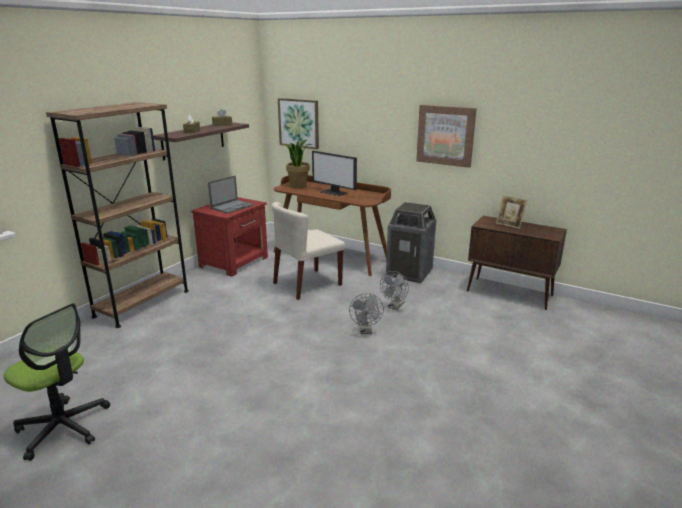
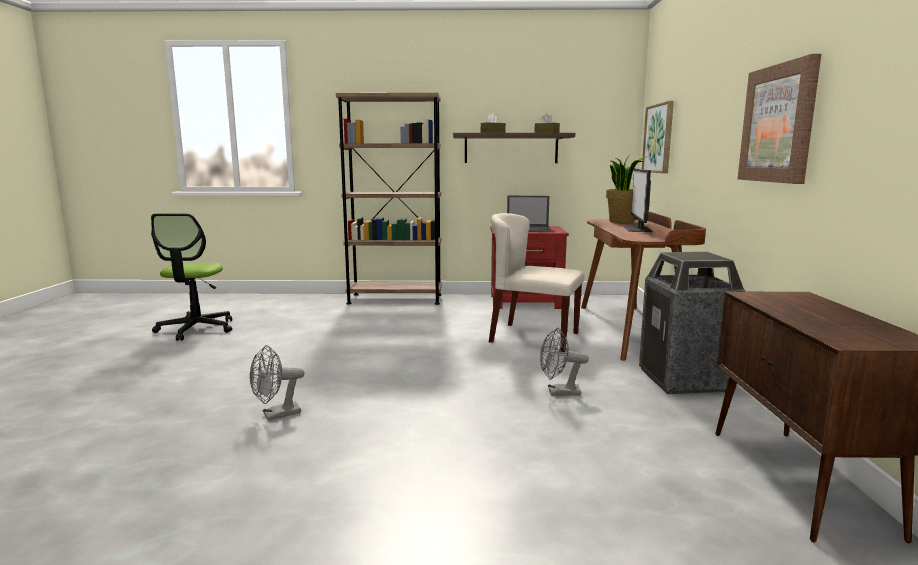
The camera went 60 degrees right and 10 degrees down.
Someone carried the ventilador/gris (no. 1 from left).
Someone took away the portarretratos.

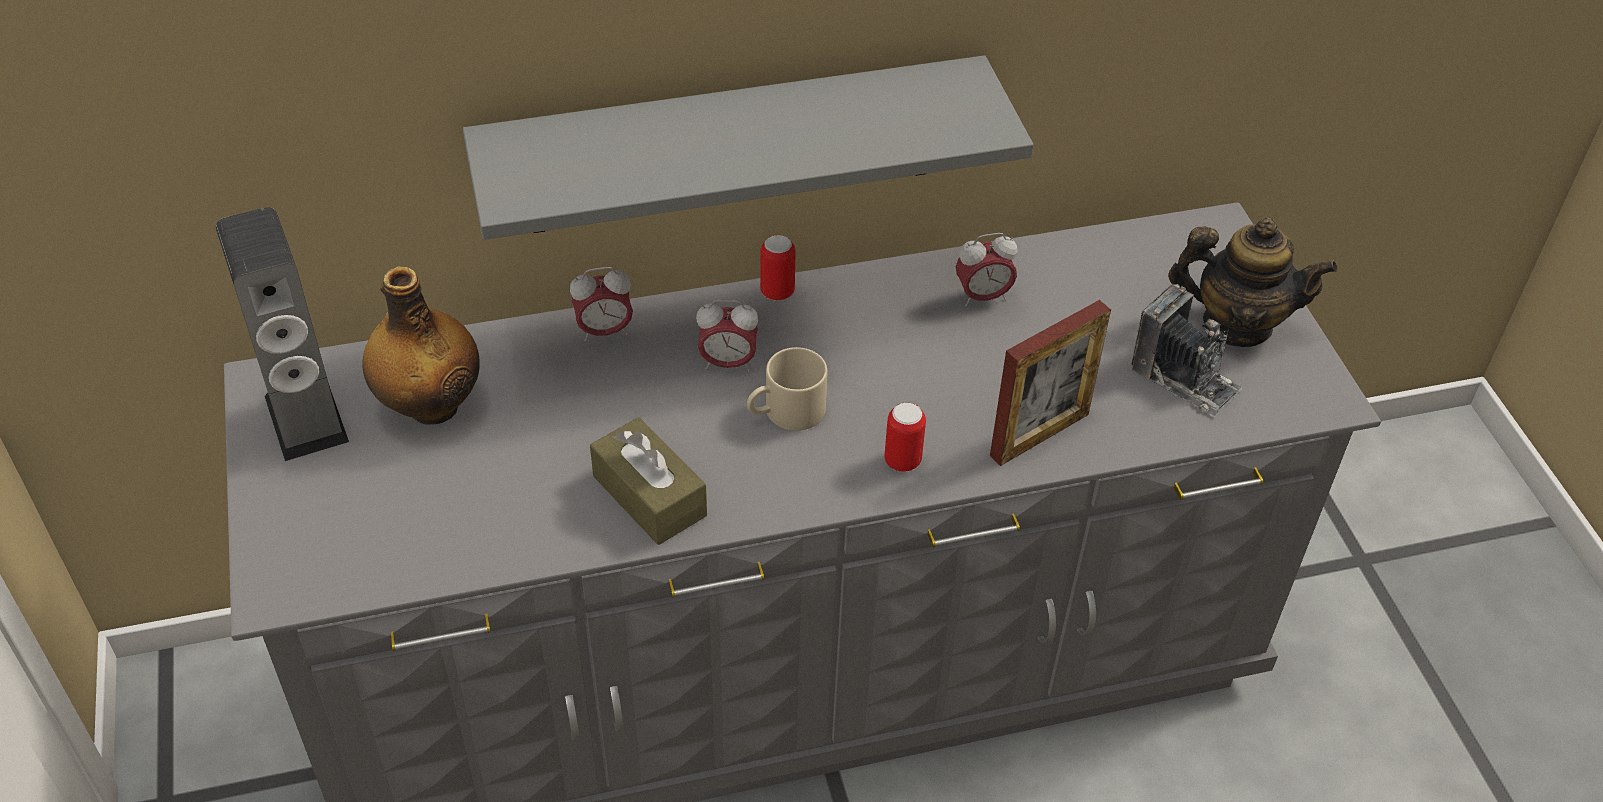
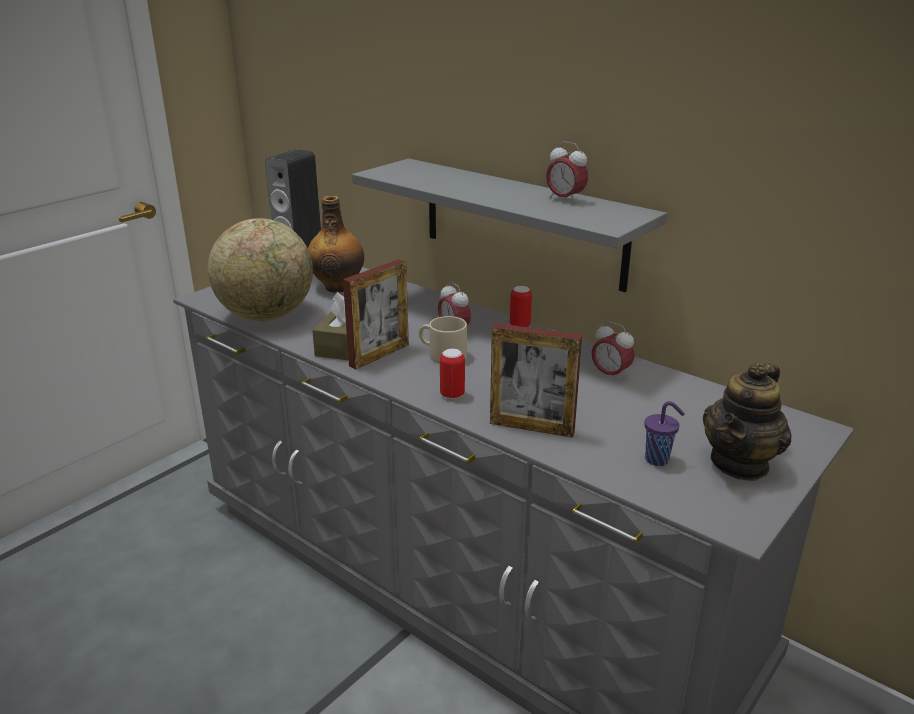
The camera went 55 degrees right and 20 degrees down.
Someone put down the globo terráqueo.
Someone put down the portarretratos (no. 1 from left).
Someone carried the despertador (no. 1 from left in the first image).
Someone swapped the cámara for the taza/morado.
Someone rotated the tetera by 60 degrees clockwise.

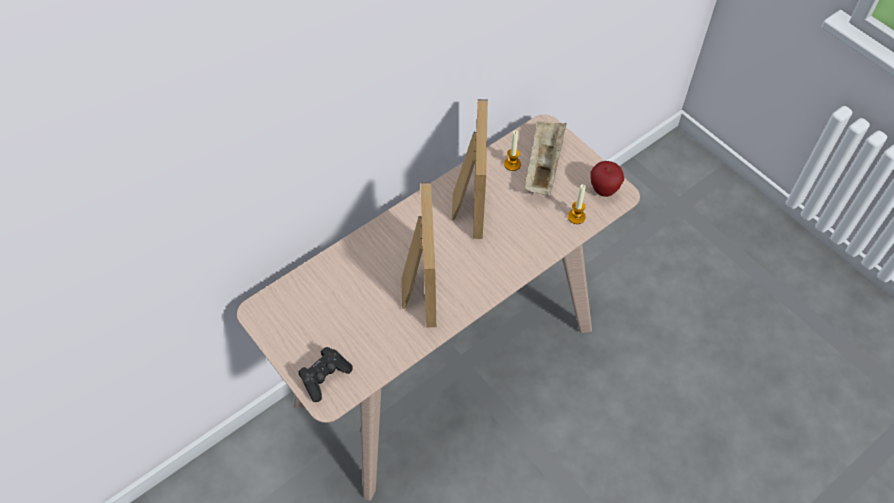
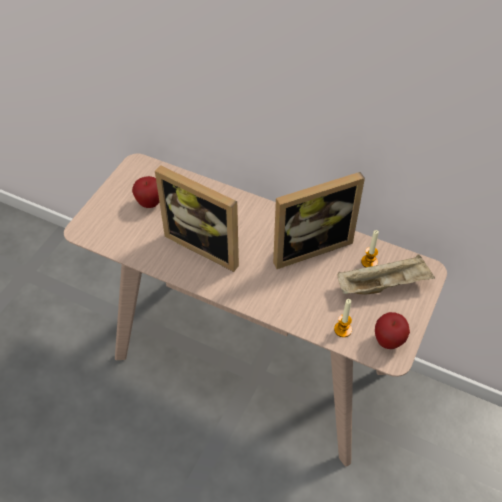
The camera went 65 degrees right and 5 degrees down.
Someone put down the manzana (no. 1 from left).
Someone rotated the portarretratos (no. 1 from left) by 60 degrees clockwise.
Someone took away the mando de consola/negro.

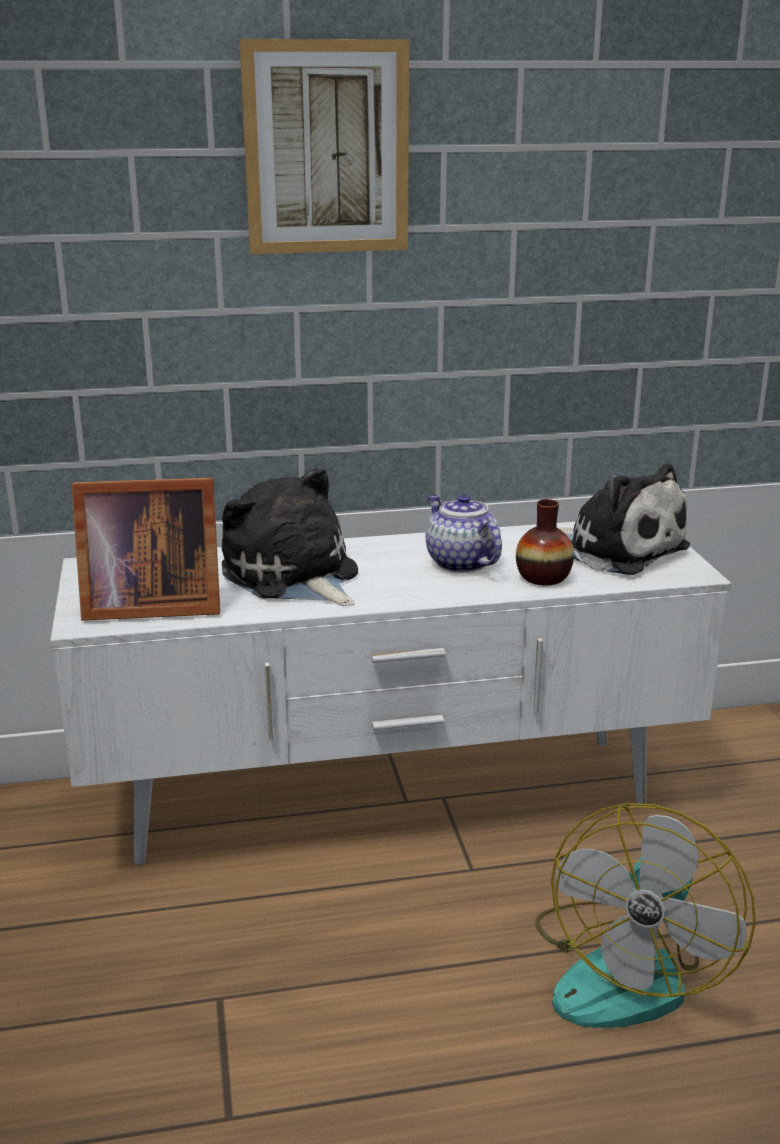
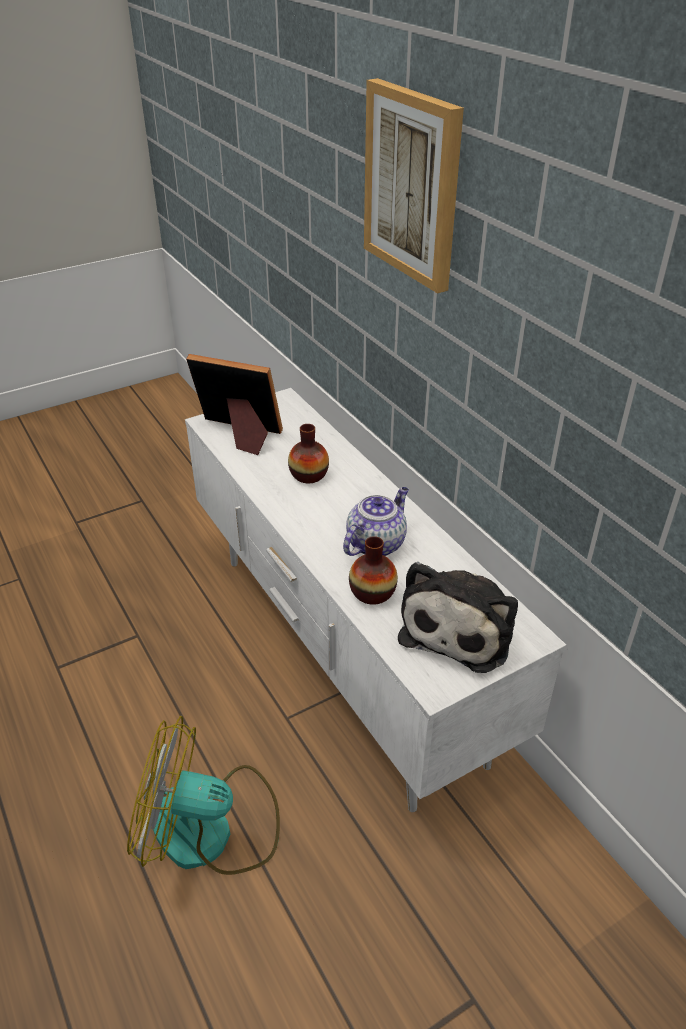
The camera went 70 degrees right and 15 degrees up.
Someone rotated the portarretratos by 135 degrees clockwise.
Someone swapped the peluche (no. 1 from left) for the florero (no. 1 from left).

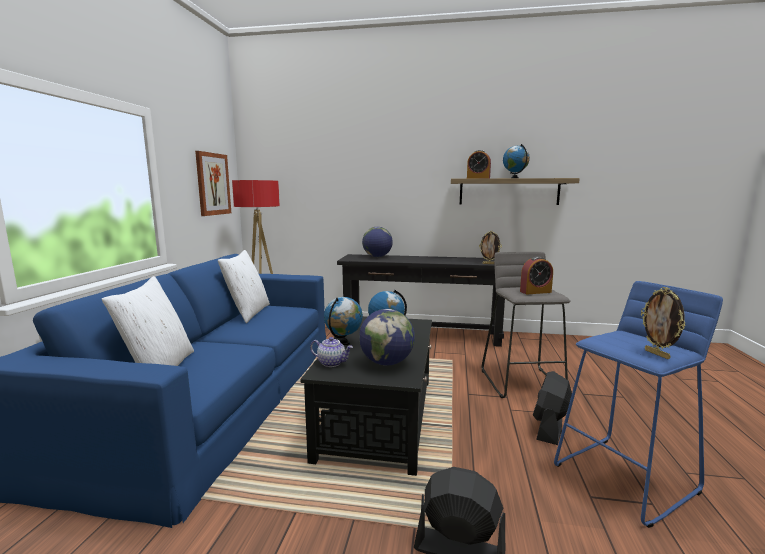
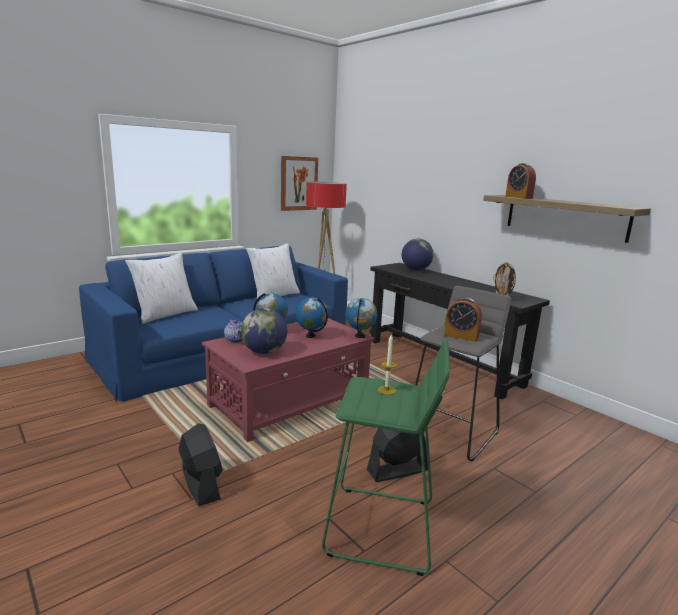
The camera went 40 degrees right and 5 degrees up.
Someone repainted the mesa de centro/negro, which became the mesa de centro/rojo.
Someone repainted the taburete/azul, which became the taburete/verde.
Someone carried the globo terráqueo (no. 5 from left in the first image).
Someone put down the vela.
Someone took away the portarretratos (no. 2 from left).

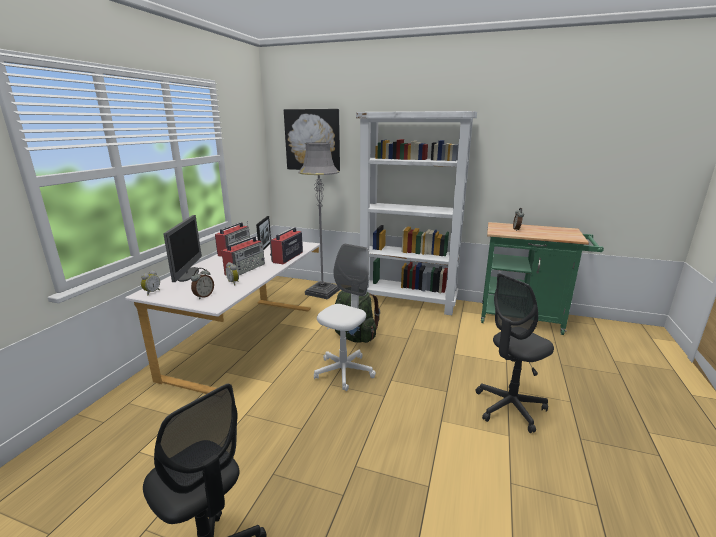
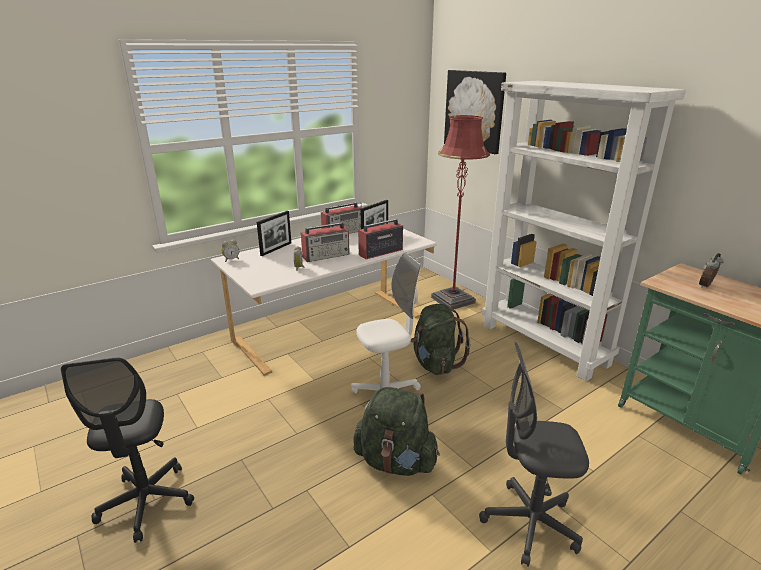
The camera went 35 degrees right and 5 degrees up.
Someone swapped the monitor for the portarretratos (no. 1 from left).
Someone put down the mochila/verde (no. 1 from left).
Someone repainted the lámpara de pie/gris, which became the lámpara de pie/rojo.
Someone took away the despertador (no. 2 from left).

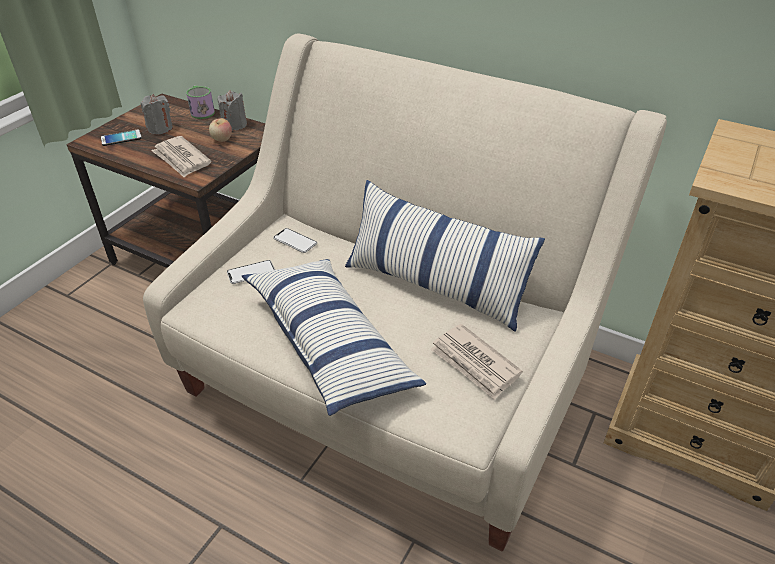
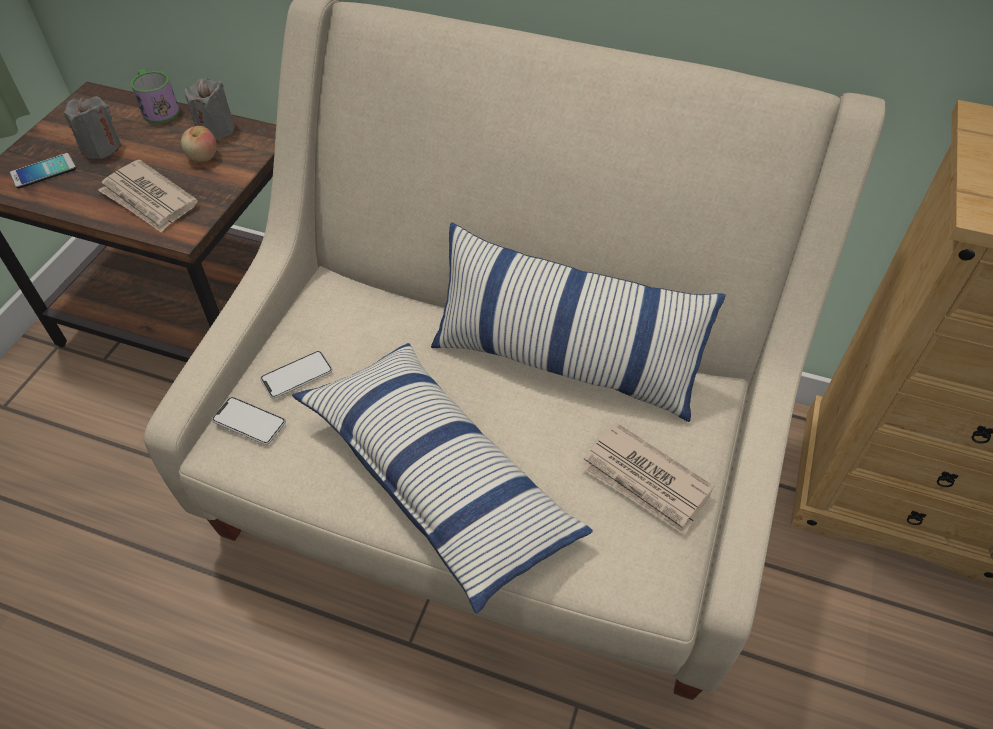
The camera went 10 degrees left and 10 degrees up.
Someone carried the móvil (no. 3 from left in the first image).

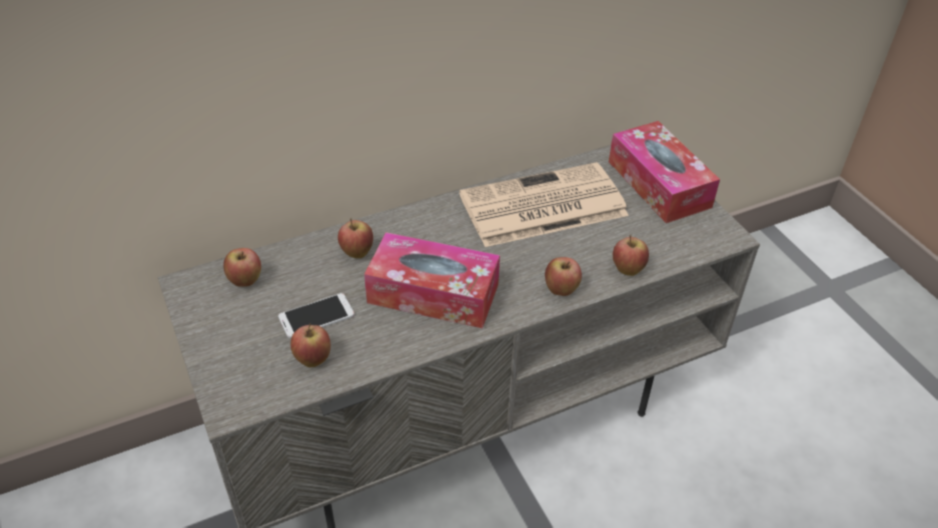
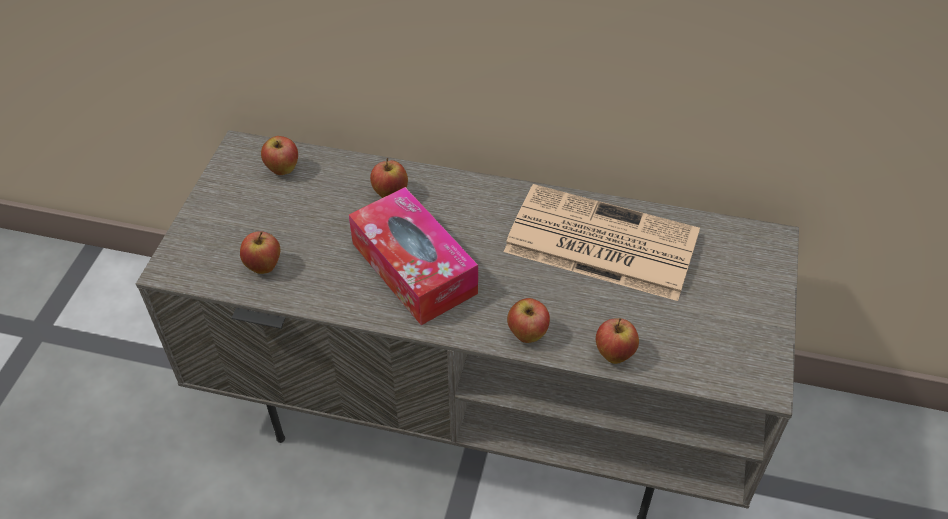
The camera went 40 degrees right and 5 degrees up.
Someone took away the móvil.
Someone took away the caja de pañuelos (no. 2 from left).

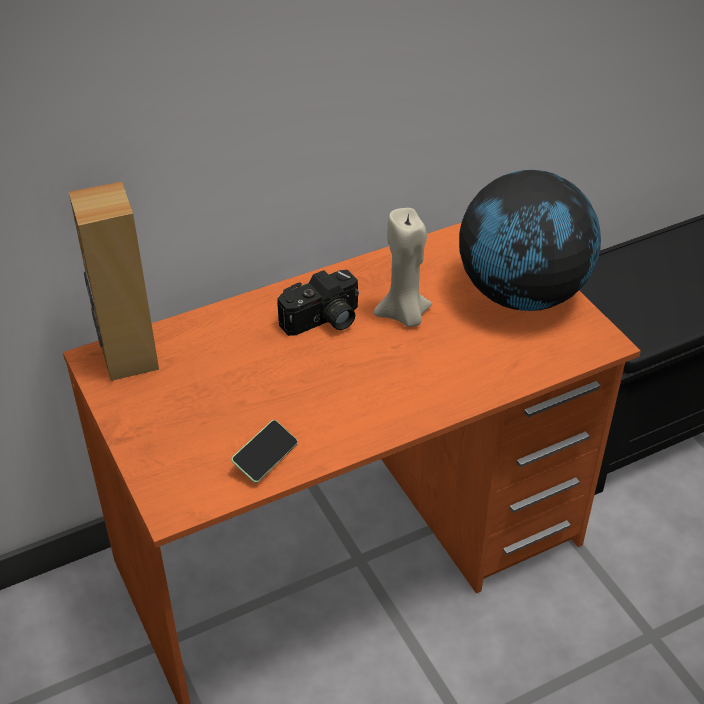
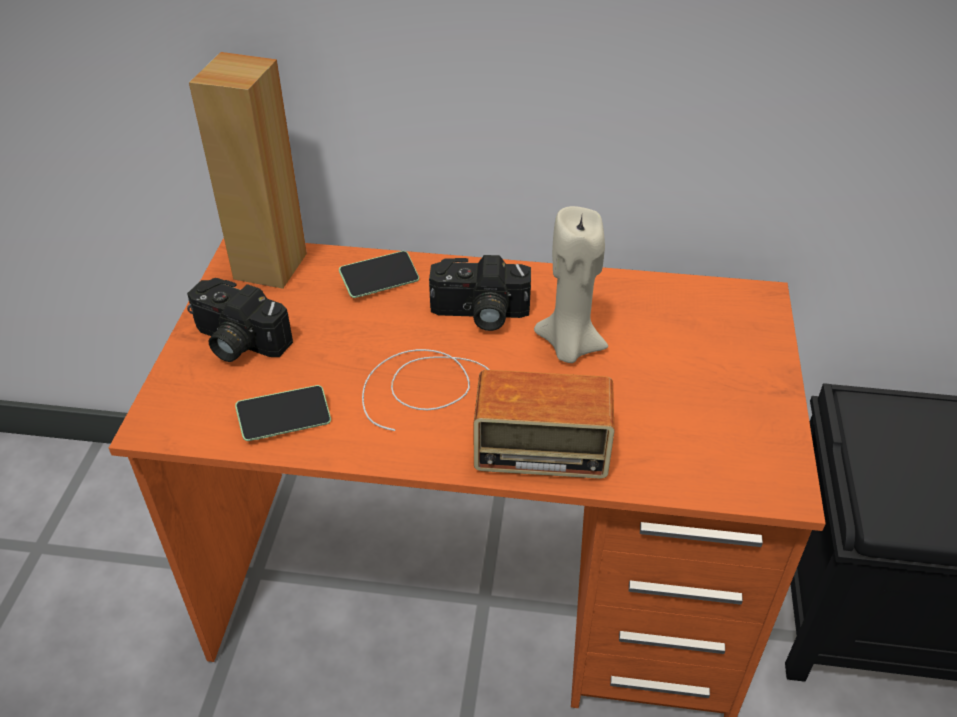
The camera went 35 degrees right and 0 degrees up.
Someone put down the cámara (no. 1 from left).
Someone put down the móvil (no. 2 from left).
Someone put down the radio.
Someone took away the globo terráqueo.

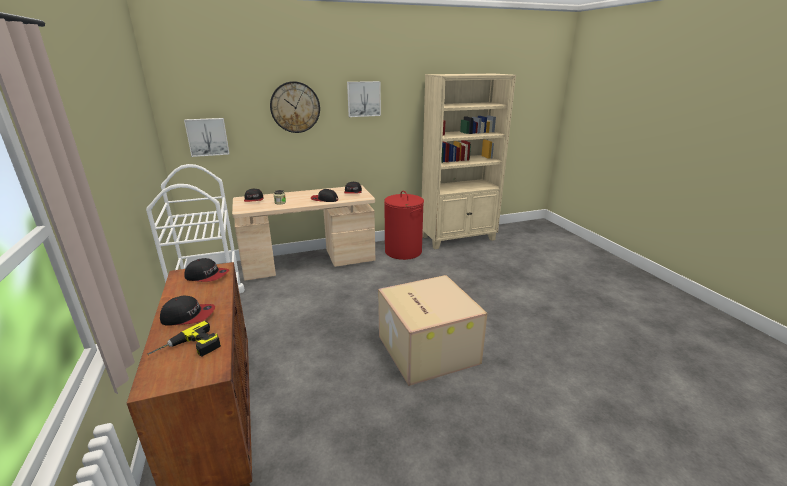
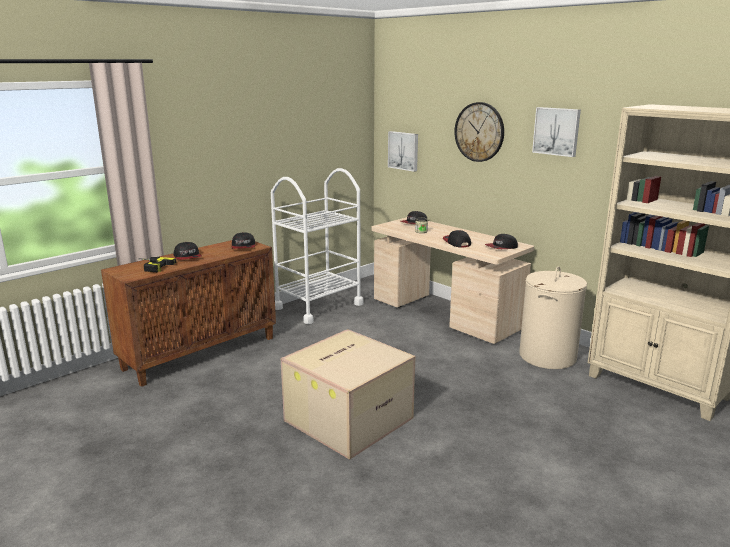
The camera went 65 degrees right and 5 degrees down.
Someone repainted the cesto de la ropa/rojo, which became the cesto de la ropa/beis.

